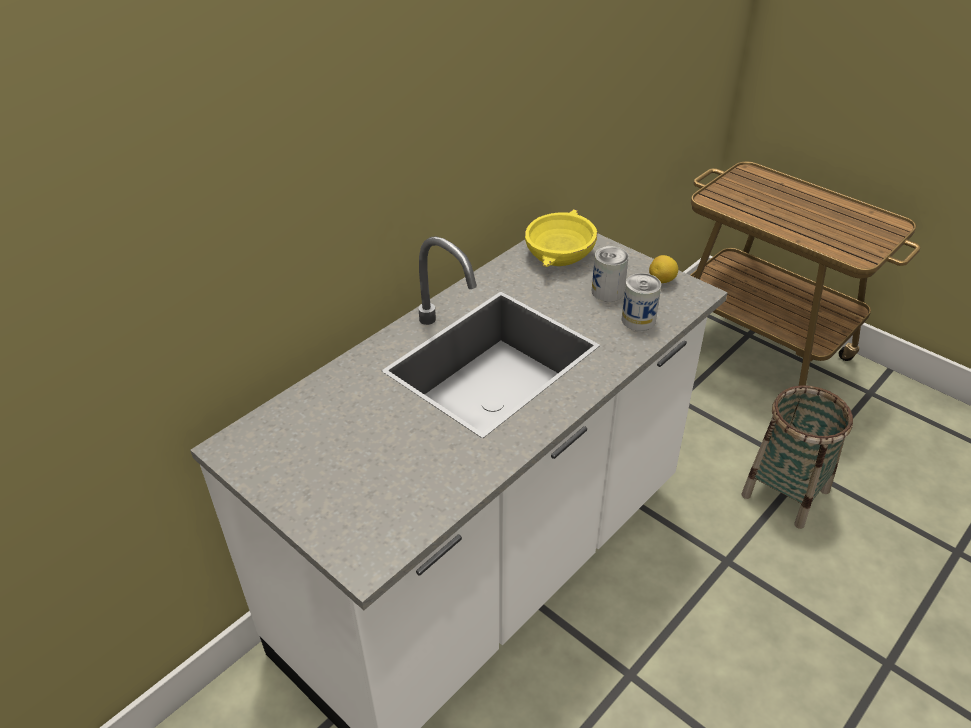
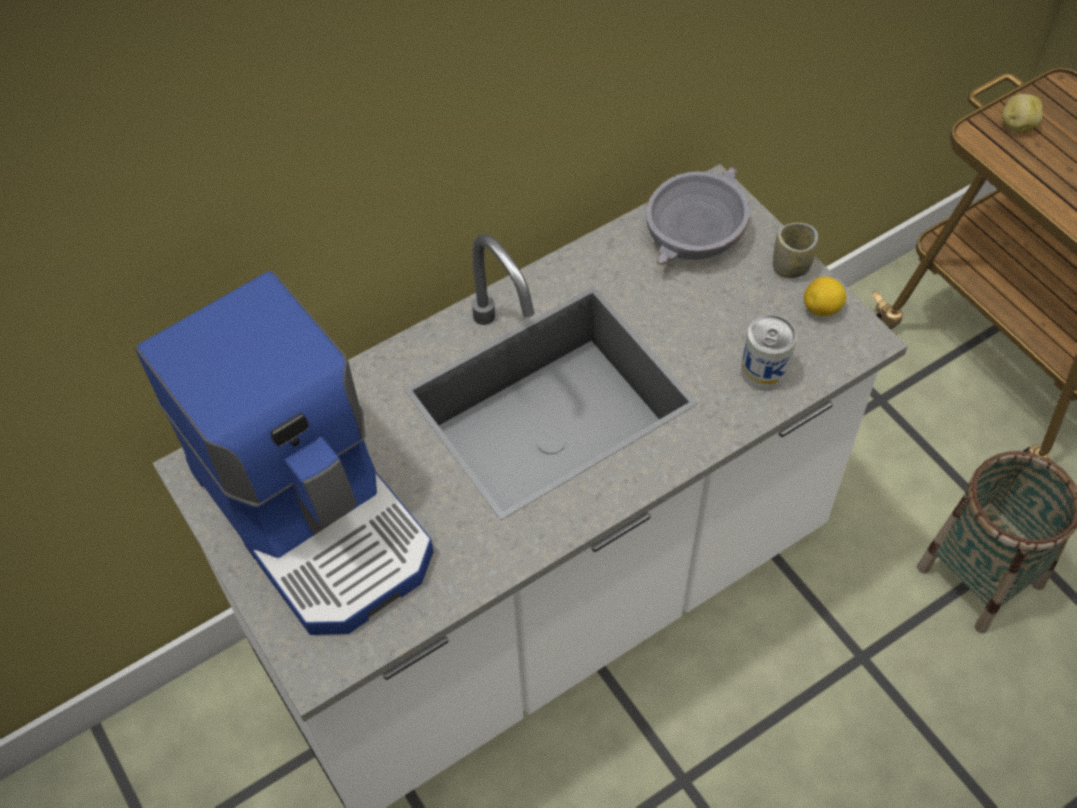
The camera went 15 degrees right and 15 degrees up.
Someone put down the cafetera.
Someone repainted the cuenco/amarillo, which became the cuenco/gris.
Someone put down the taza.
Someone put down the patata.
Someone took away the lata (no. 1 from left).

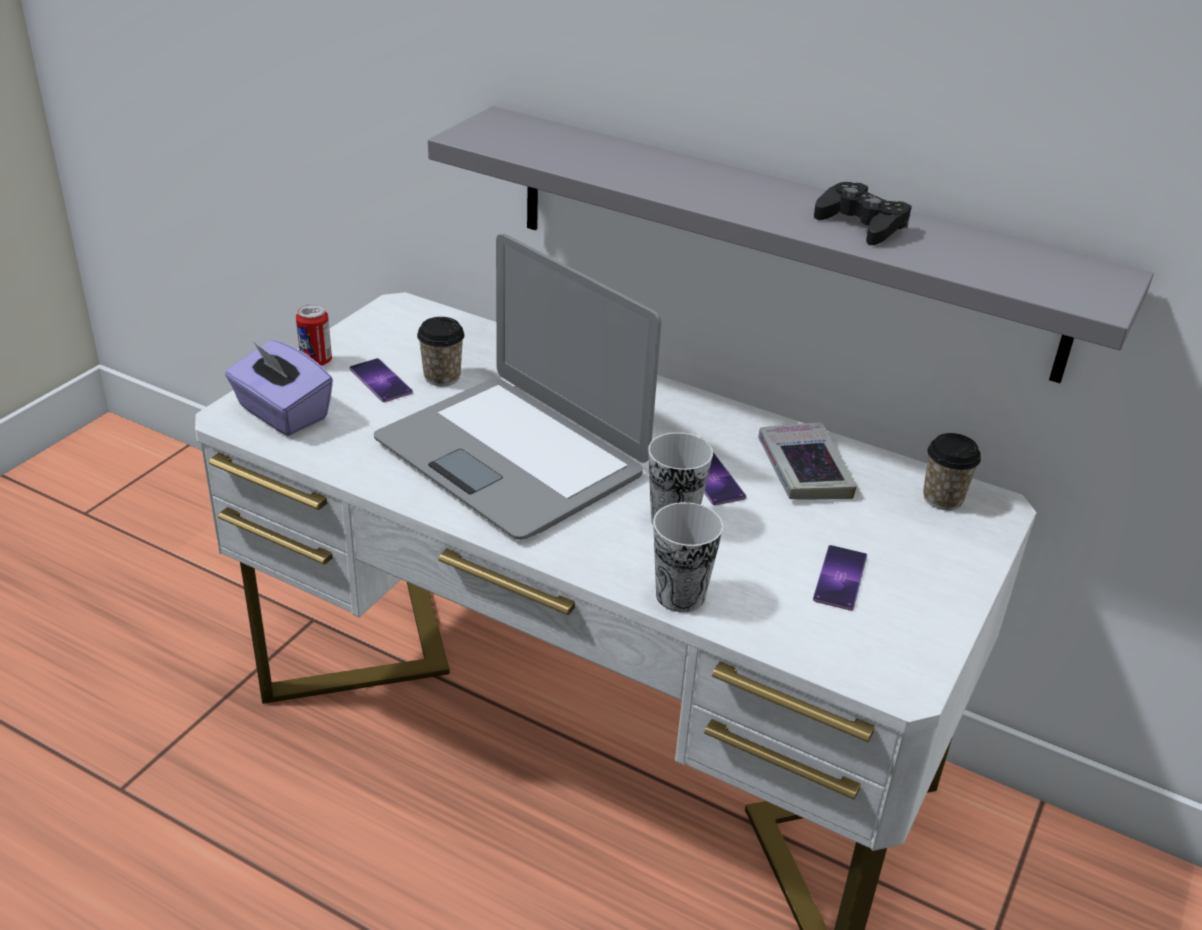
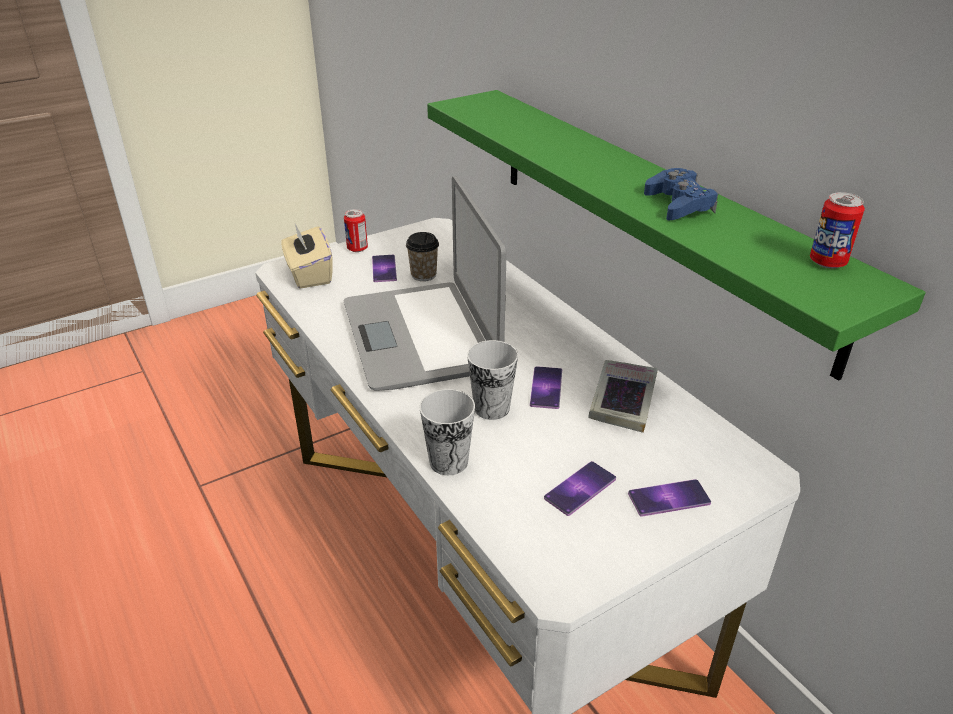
The camera went 30 degrees right and 0 degrees up.
Someone repainted the caja de pañuelos/morado, which became the caja de pañuelos/beis.
Someone repainted the estante/gris, which became the estante/verde.
Someone put down the móvil (no. 4 from left).
Someone repainted the mando de consola/negro, which became the mando de consola/azul.
Someone put down the lata (no. 2 from left).
Someone took away the taza (no. 4 from left).

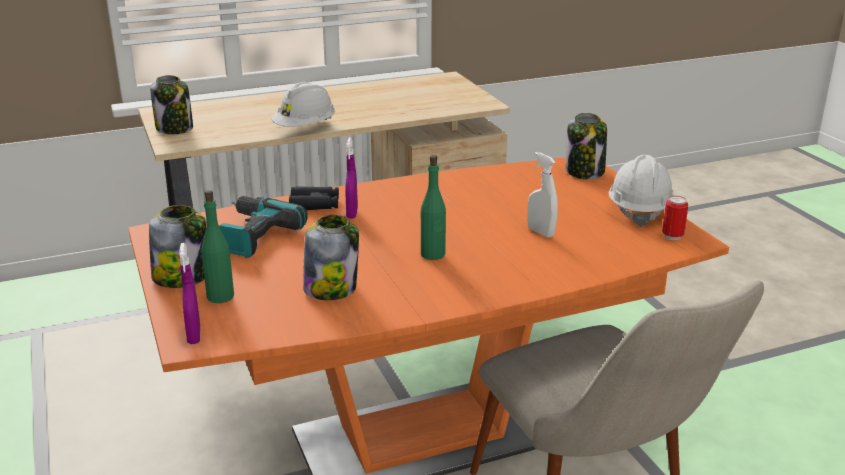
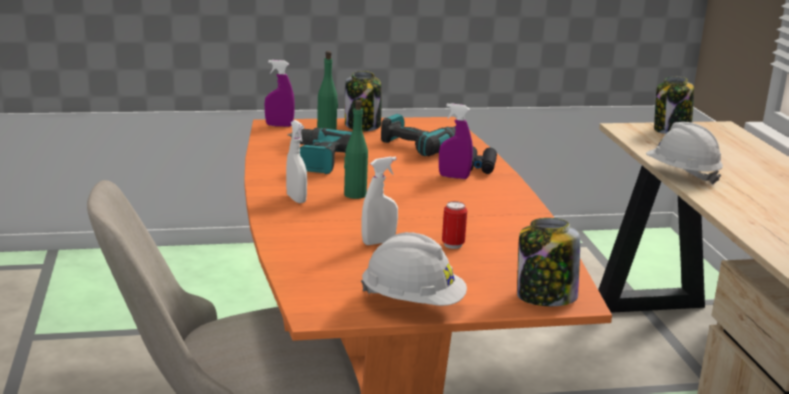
The camera went 100 degrees right and 5 degrees down.
Someone put down the pulverizador/blanco (no. 1 from left).
Someone swapped the tarro (no. 3 from left) for the taladro (no. 1 from left).
Someone carried the lata.

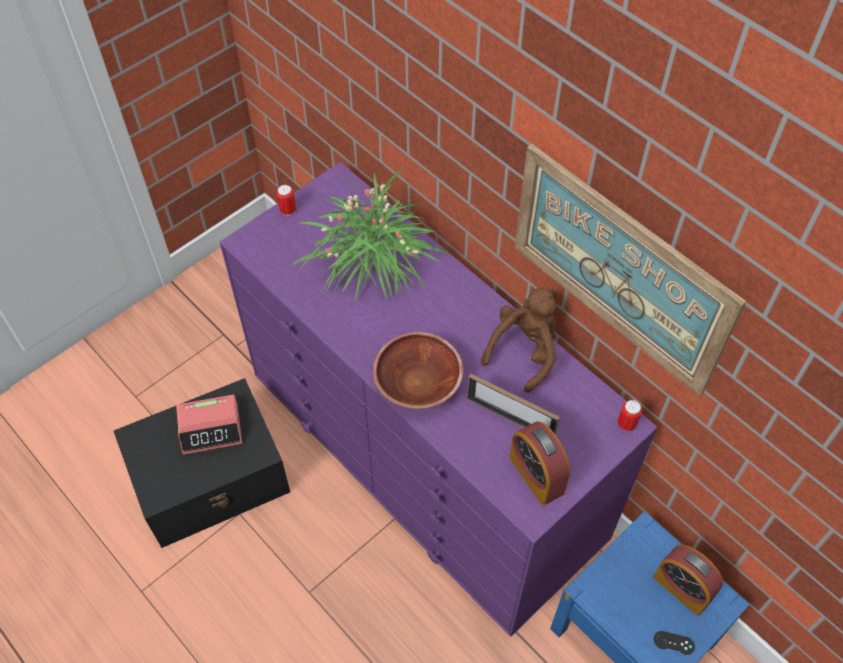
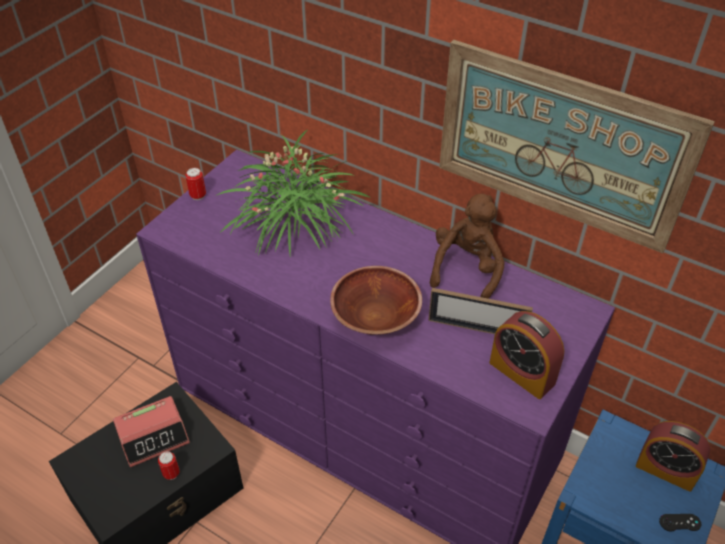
The camera went 15 degrees left and 10 degrees down.
Someone carried the lata (no. 2 from left in the first image).

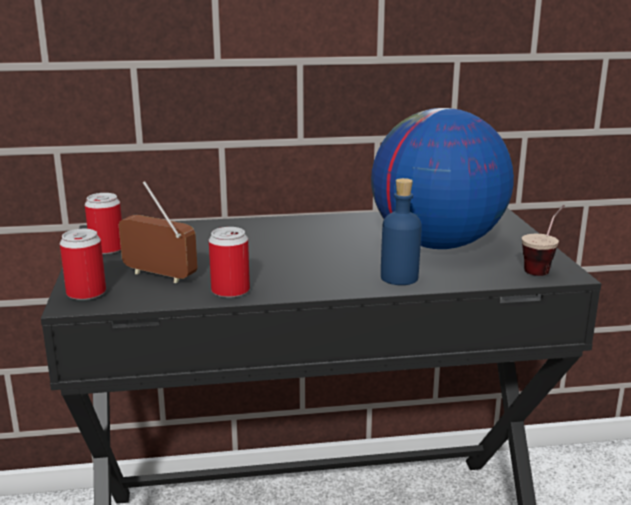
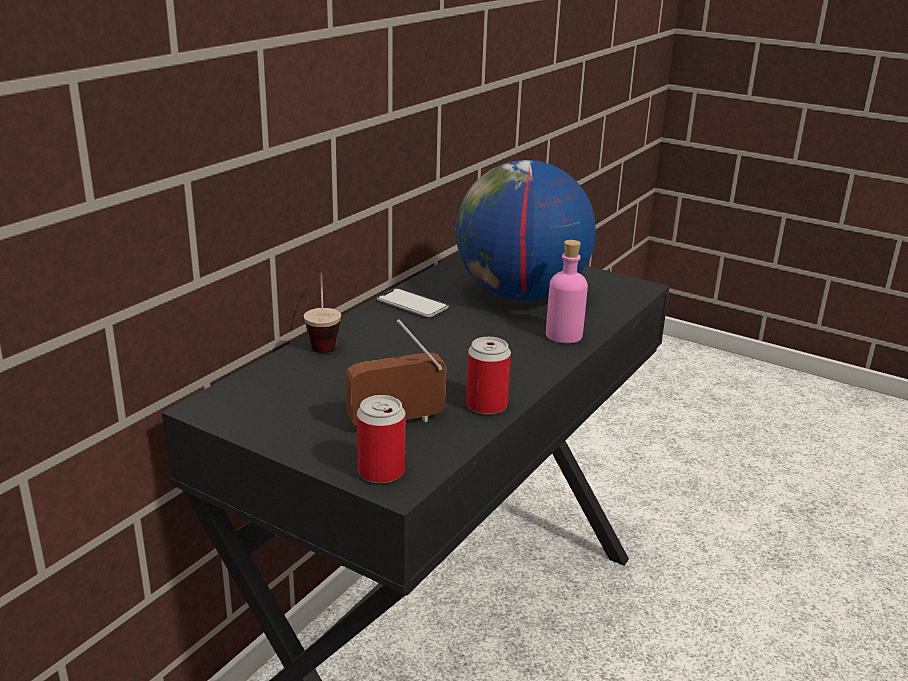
The camera went 50 degrees left and 5 degrees up.
Someone carried the taza.
Someone put down the móvil.
Someone repainted the botella/azul, which became the botella/rosa.
Someone took away the lata (no. 2 from left).

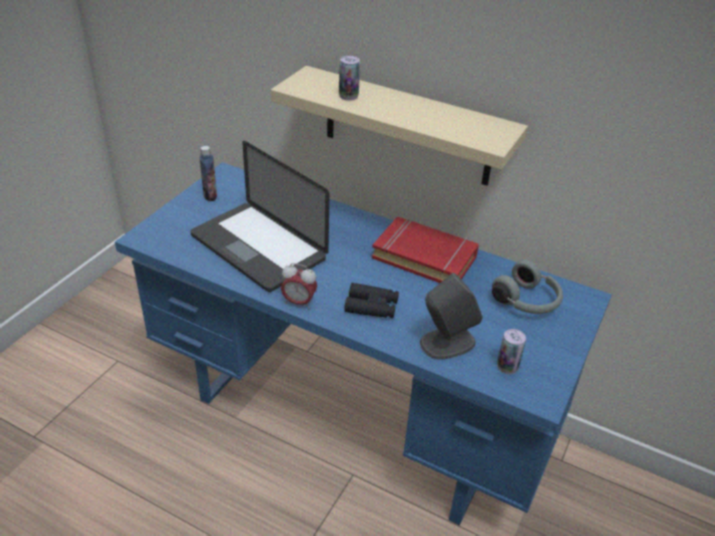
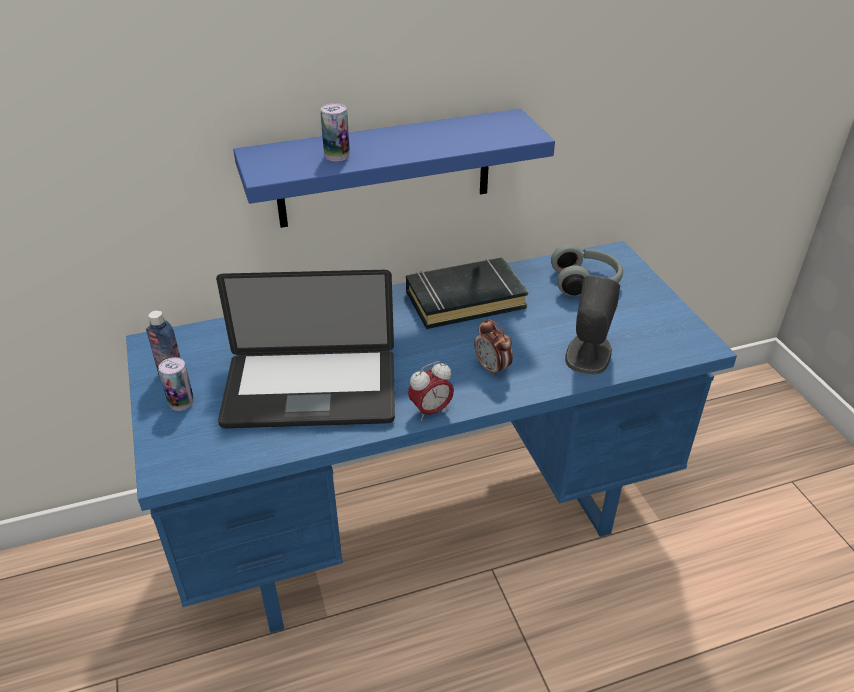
The camera went 45 degrees left and 0 degrees up.
Someone carried the lata (no. 2 from left in the first image).
Someone repainted the estante/beis, which became the estante/azul.
Someone repainted the libro/rojo, which became the libro/negro.
Someone swapped the prismáticos/negro for the despertador (no. 2 from left).

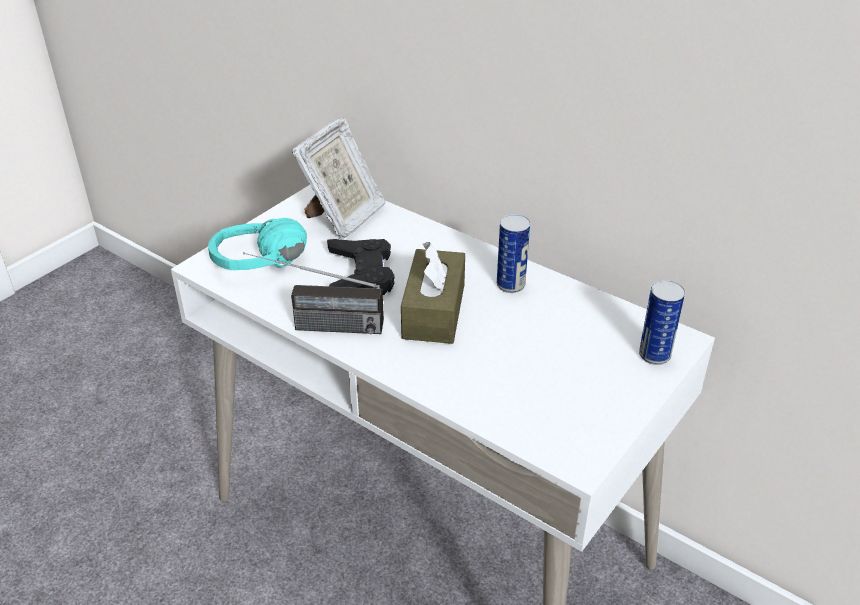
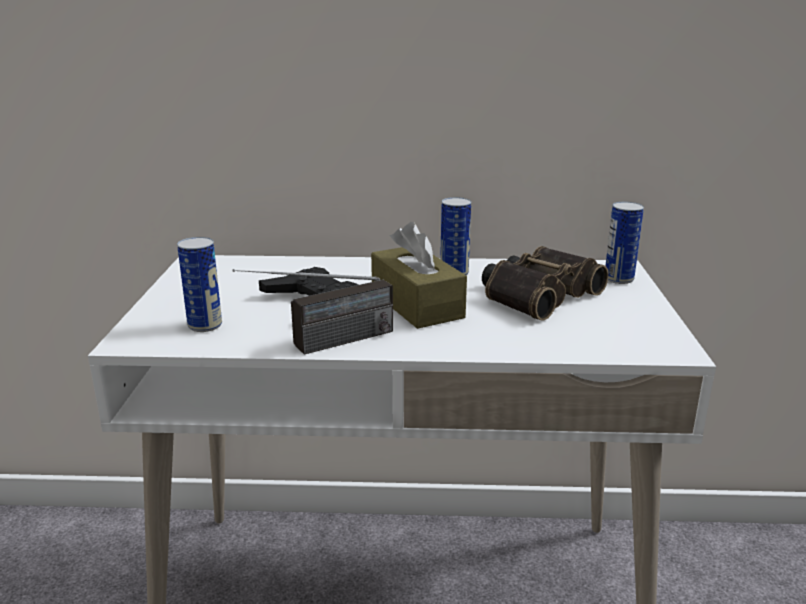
The camera went 35 degrees left and 15 degrees down.
Someone swapped the auriculares/turquesa for the lata (no. 1 from left).
Someone put down the prismáticos.
Someone took away the portarretratos.

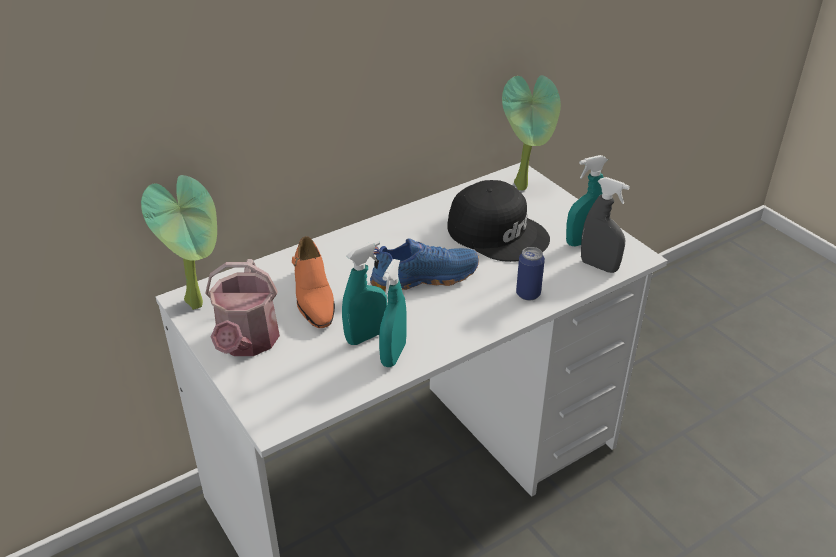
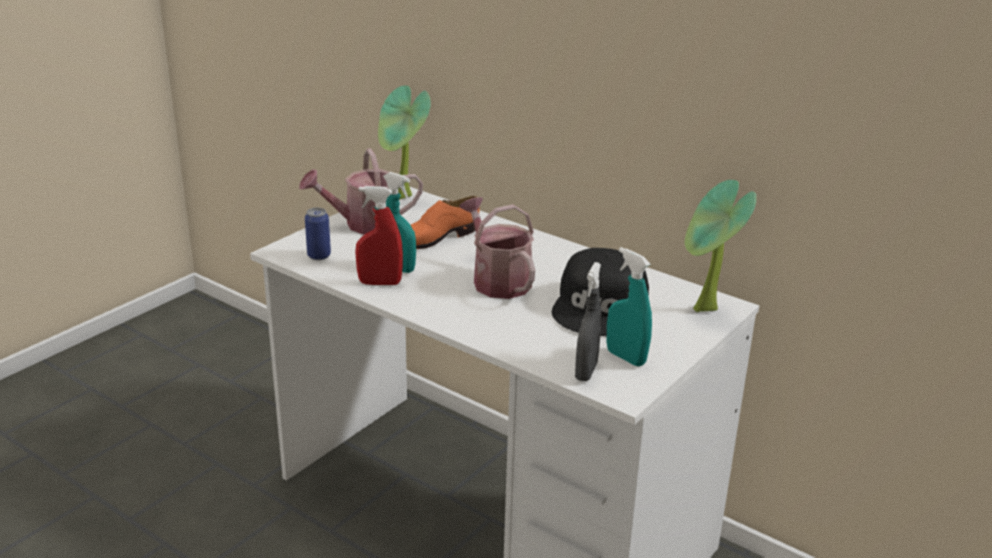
The camera went 70 degrees right and 10 degrees down.
Someone carried the lata.
Someone repainted the pulverizador/turquesa (no. 2 from left), which became the pulverizador/rojo.
Someone swapped the zapato/azul for the regadera (no. 2 from left).

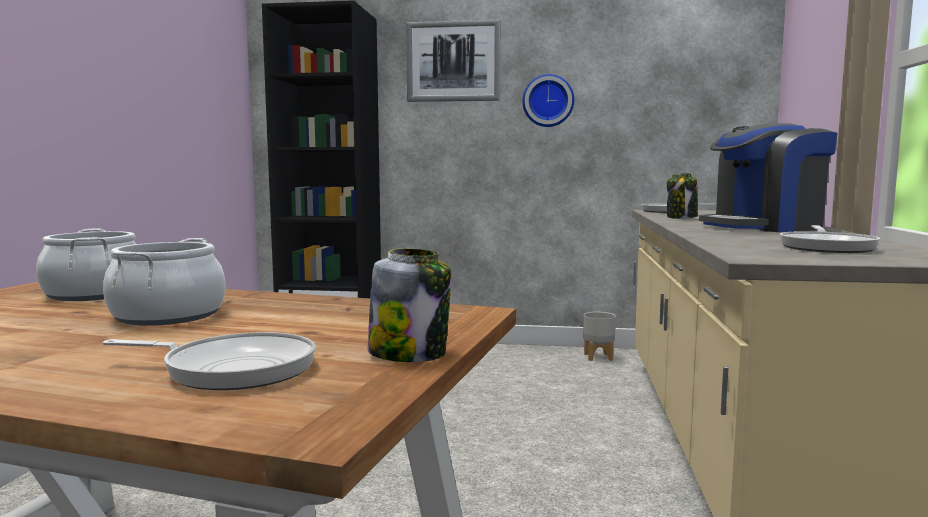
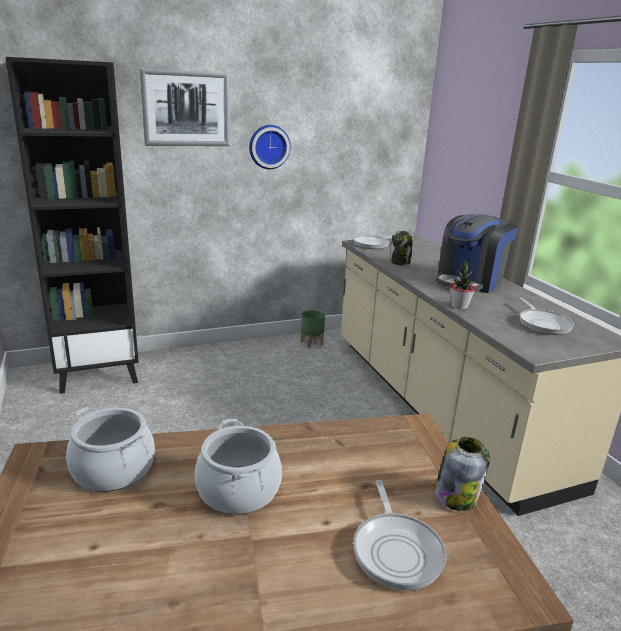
The camera went 30 degrees left and 15 degrees up.
Someone repainted the maceta/gris, which became the maceta/verde.
Someone rotated the sartén (no. 1 from left in the first image) by 105 degrees clockwise.
Someone put down the planta en maceta.

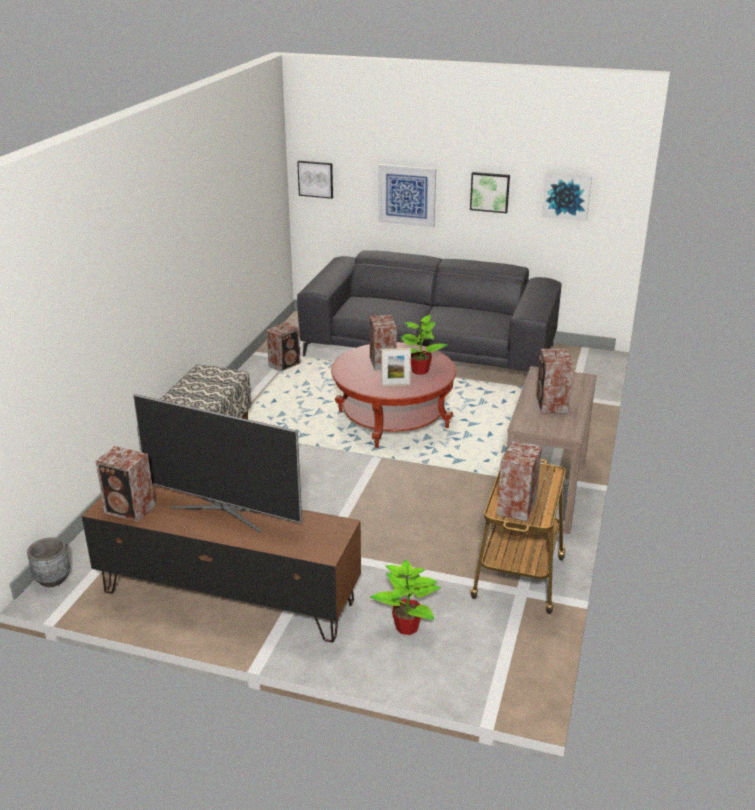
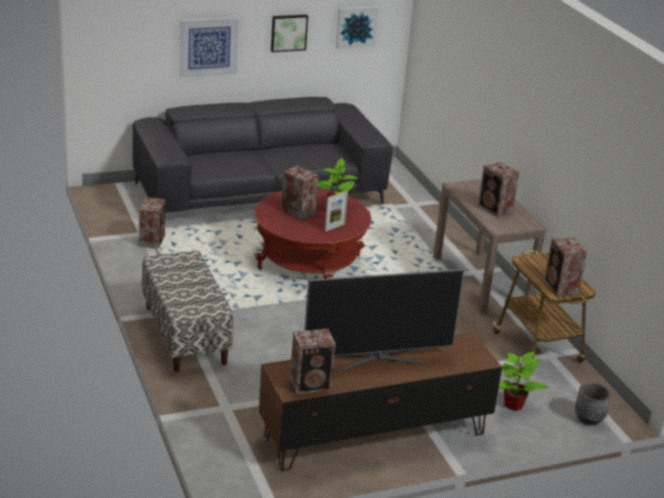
The camera went 40 degrees left and 0 degrees up.
Someone carried the maceta/gris.
Someone took away the cuadro (no. 1 from left).

